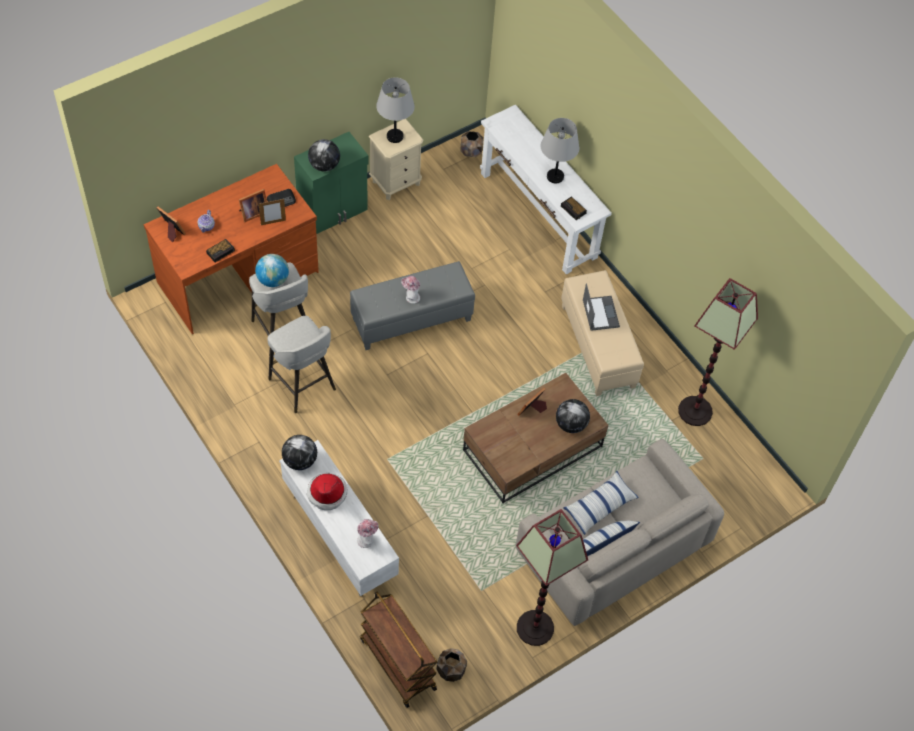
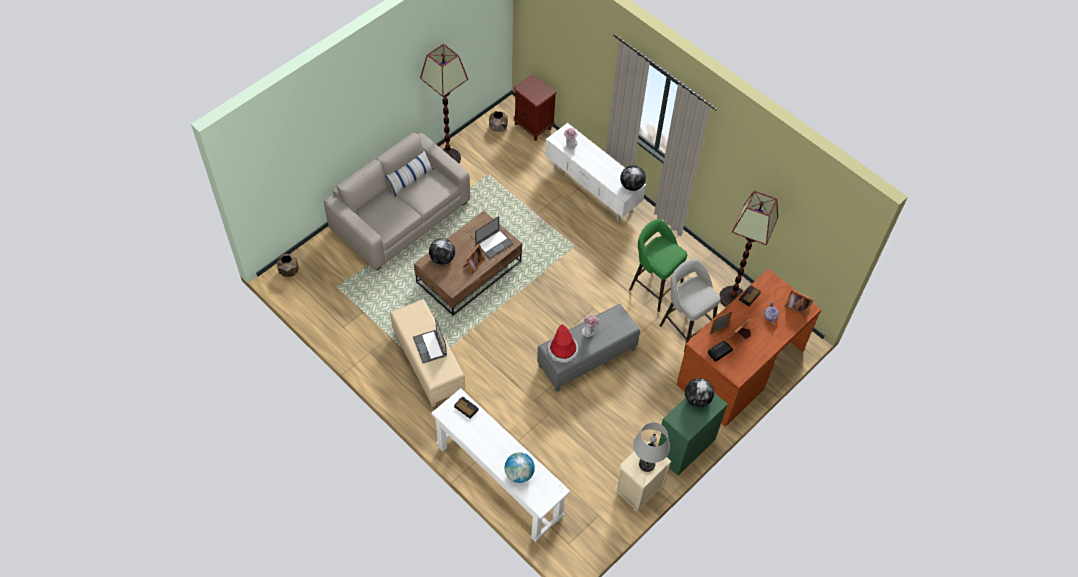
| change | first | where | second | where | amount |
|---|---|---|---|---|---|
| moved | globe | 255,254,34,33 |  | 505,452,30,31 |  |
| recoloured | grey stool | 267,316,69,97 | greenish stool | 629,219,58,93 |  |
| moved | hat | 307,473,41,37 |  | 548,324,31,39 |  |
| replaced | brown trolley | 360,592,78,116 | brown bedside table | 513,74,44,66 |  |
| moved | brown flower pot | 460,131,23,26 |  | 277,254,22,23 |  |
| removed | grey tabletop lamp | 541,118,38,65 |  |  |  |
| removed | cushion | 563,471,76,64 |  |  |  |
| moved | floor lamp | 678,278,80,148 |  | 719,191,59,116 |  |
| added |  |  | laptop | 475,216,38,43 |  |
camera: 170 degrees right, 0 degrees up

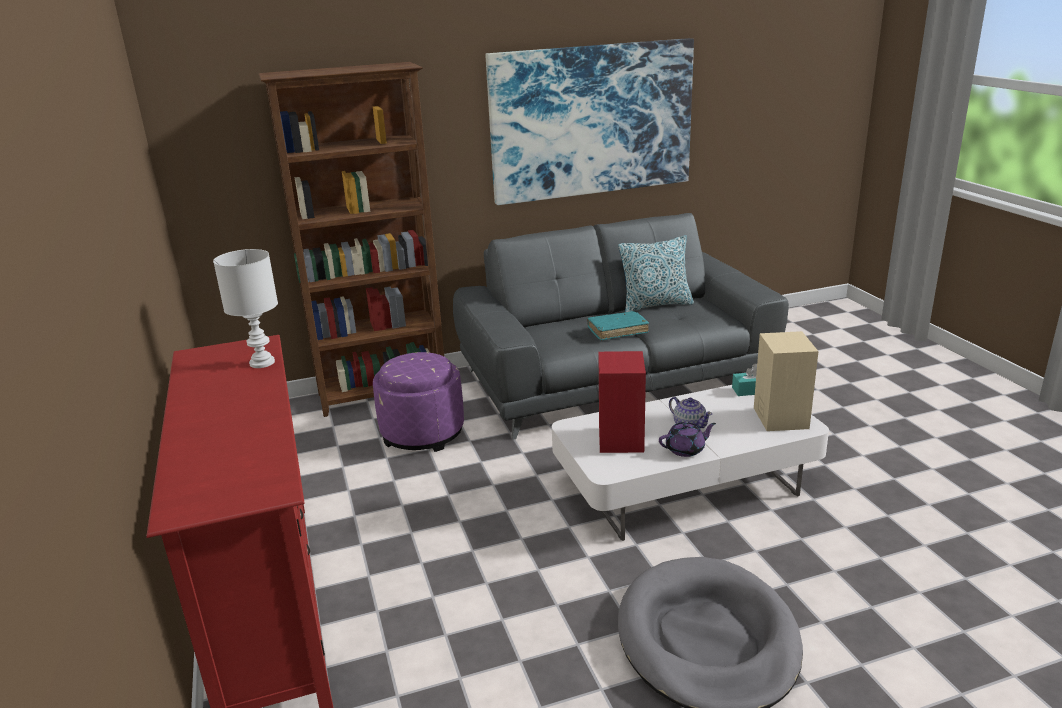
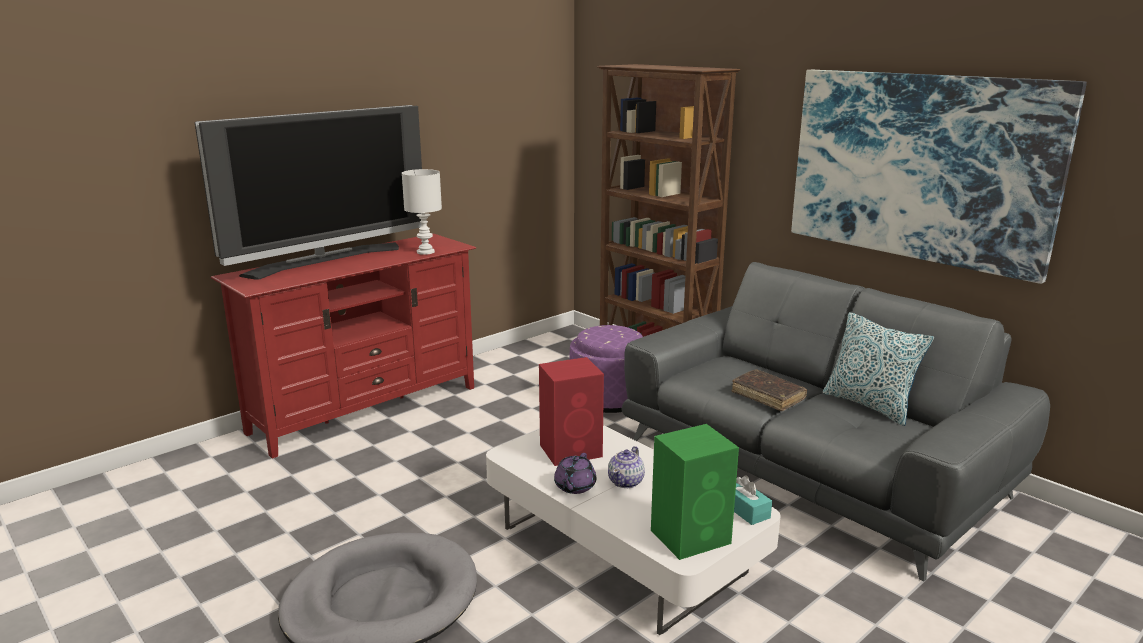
| change | first | where | second | where | amount |
|---|---|---|---|---|---|
| recoloured | turquoise-coloured volume | 587,311,62,30 | brown volume | 731,369,76,42 |  |
| turned | purple-coloured pot for tea | 659,422,57,35 |  | 554,453,42,41 | 60 degrees clockwise |
| recoloured | sand-coloured speaker | 754,331,65,100 | greenish speaker | 651,424,88,136 |  |
| added |  |  | TV set | 195,105,227,174 |  |
camera: 65 degrees right, 5 degrees down

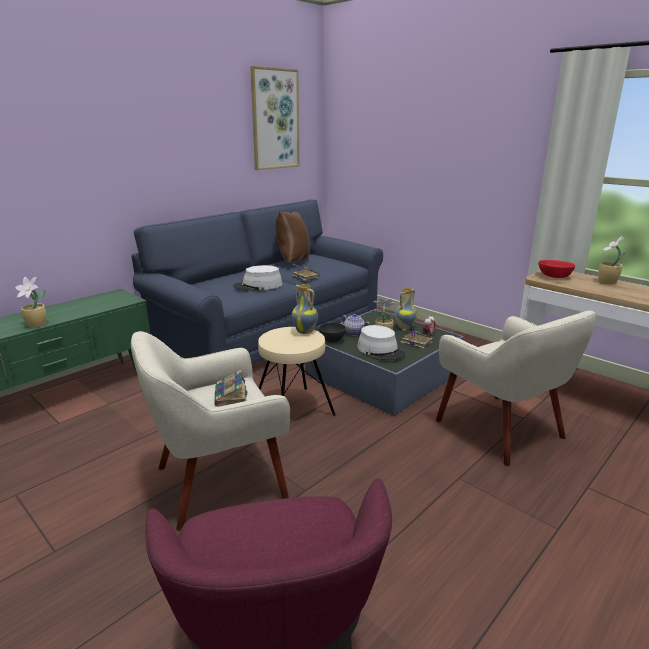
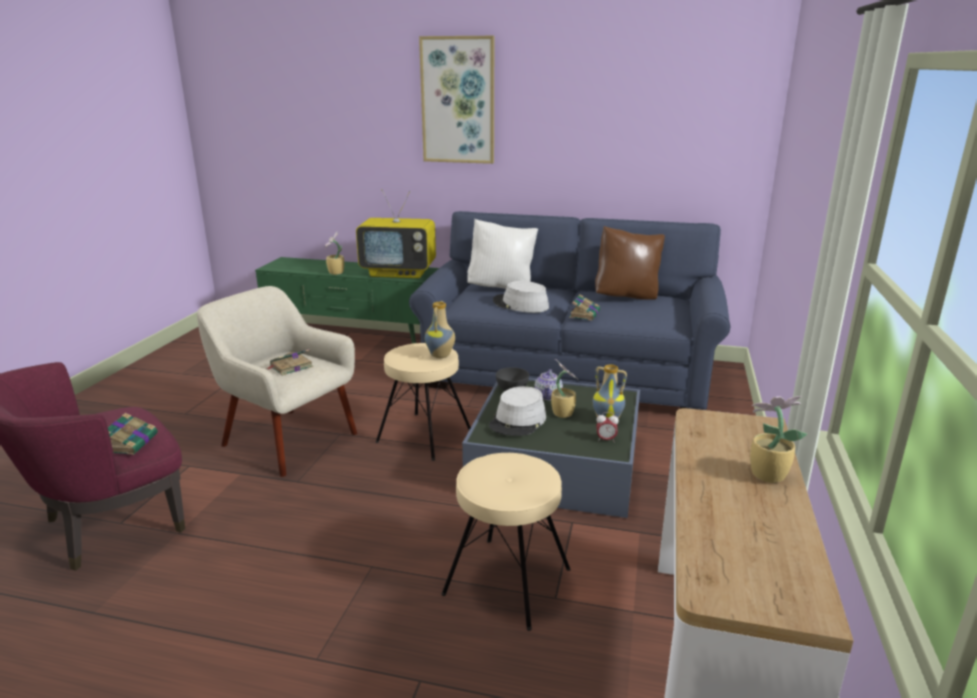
| change | first | where | second | where | amount |
|---|---|---|---|---|---|
| moved | wall picture | 250,66,49,104 |  | 419,36,75,128 |  |
| moved | volume | 400,329,33,20 |  | 108,413,50,42 |  |
| replaced | sand-coloured armchair | 436,311,160,155 | sand-coloured stool | 441,453,130,178 |  |
| removed | red deep dish | 538,260,37,18 |  |  |  |
| added |  |  | TV set | 356,189,80,89 |  |
| added |  |  | white cushion | 468,219,70,70 |  |
camera: 60 degrees right, 0 degrees up

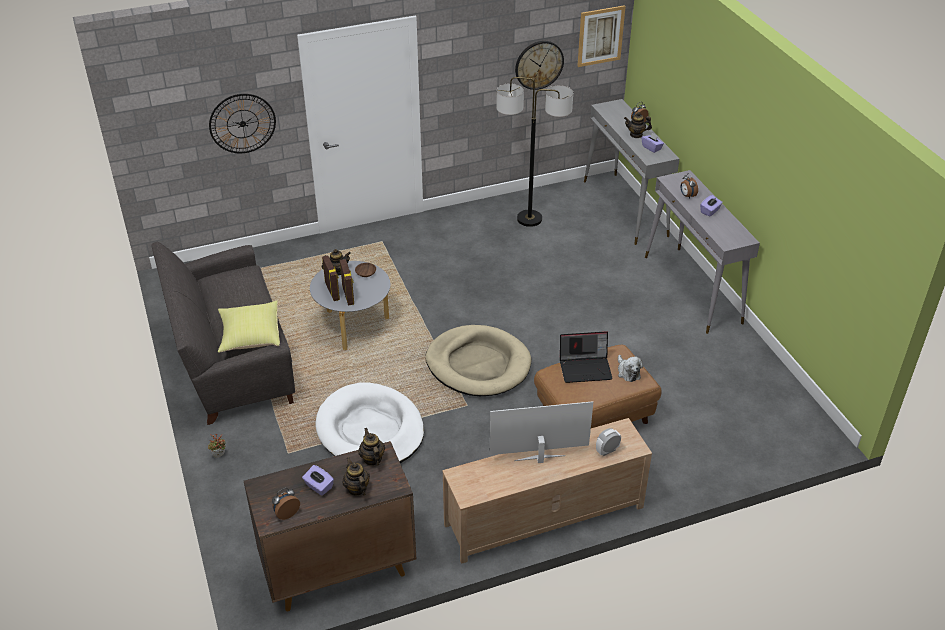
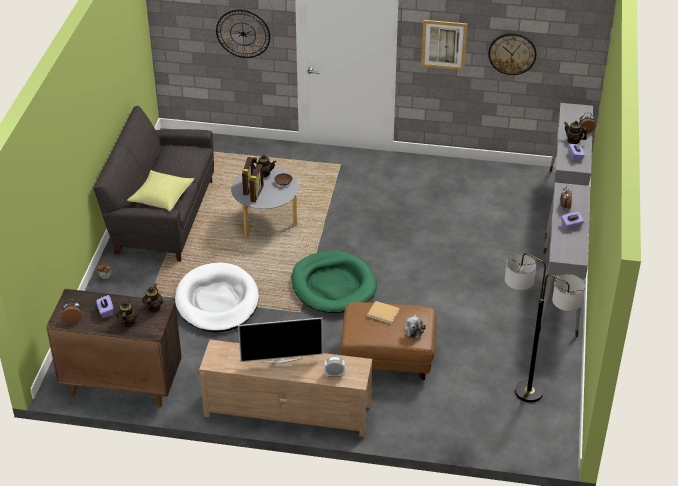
| change | first | where | second | where | amount |
|---|---|---|---|---|---|
| recoloured | sand-coloured pet bed | 426,325,105,71 | greenish pet bed | 292,251,85,62 |  |
| turned | TV set | 490,401,103,62 |  | 238,318,85,45 | 150 degrees clockwise |
| moved | floor lamp | 496,77,77,150 |  | 505,253,80,150 |  |
| replaced | laptop | 560,331,53,52 | sand-coloured volume | 367,301,33,23 |  |
| moved | wall picture | 577,5,49,62 |  | 421,20,46,50 |  |
camera: 30 degrees right, 0 degrees up

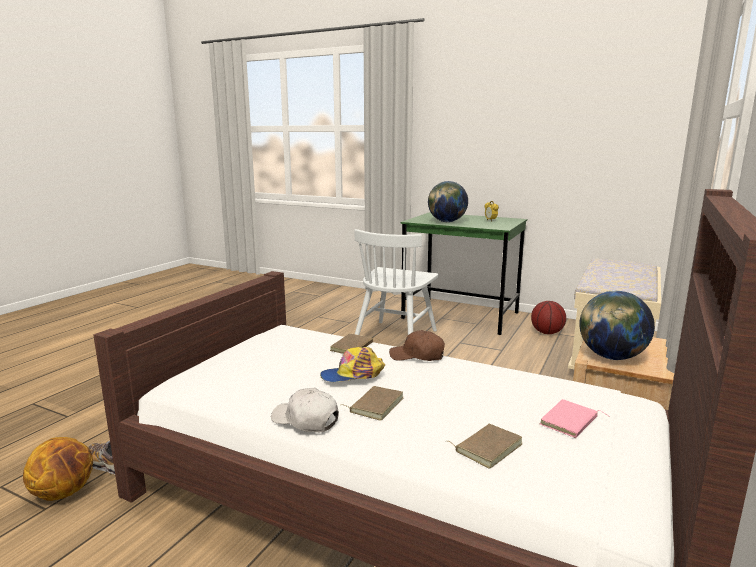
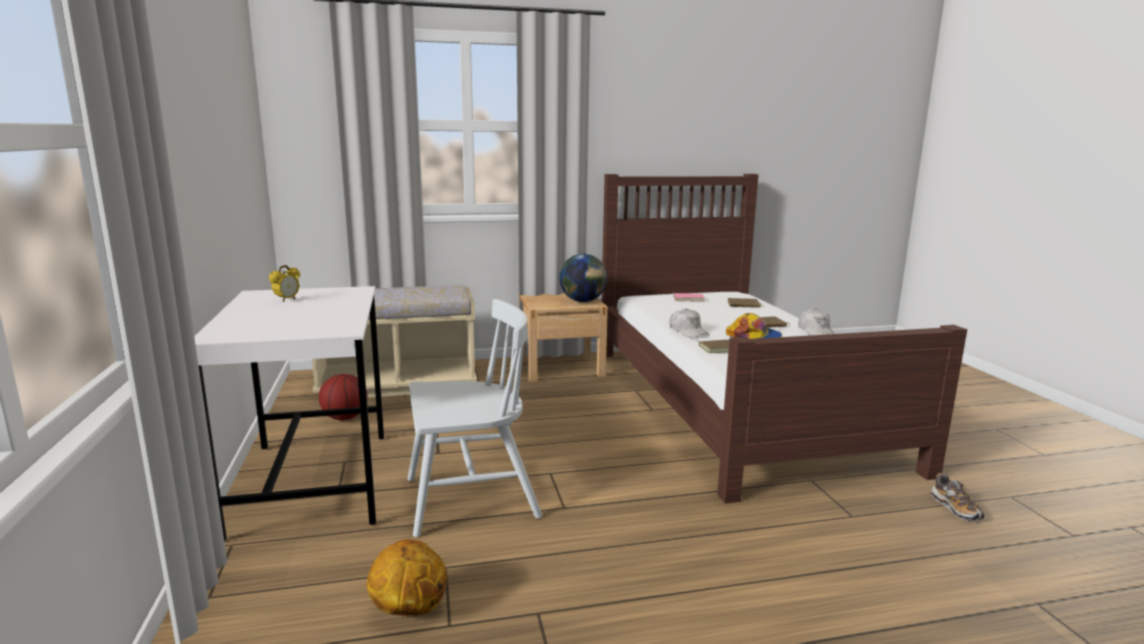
| change | first | where | second | where | amount |
|---|---|---|---|---|---|
| moved | basketball | 23,437,70,64 |  | 367,539,80,76 |  |
| recoloured | brown peaked cap | 389,330,56,31 | white peaked cap | 669,308,41,30 |  |
| recoloured | greenish desk | 401,212,126,123 | white desk | 194,286,190,255 |  |
| removed | globe | 428,181,40,41 |  |  |  |
camera: 130 degrees left, 0 degrees up

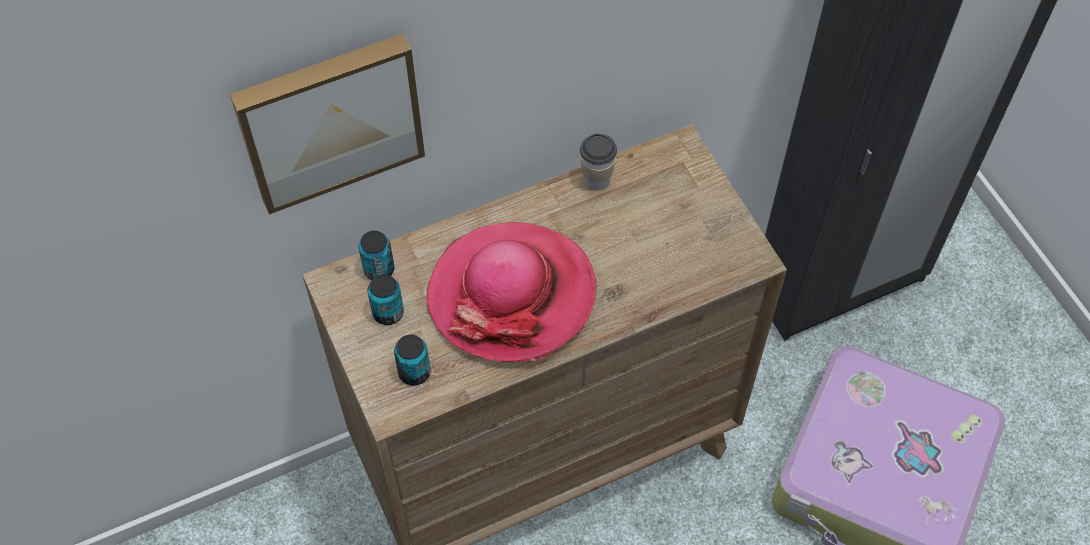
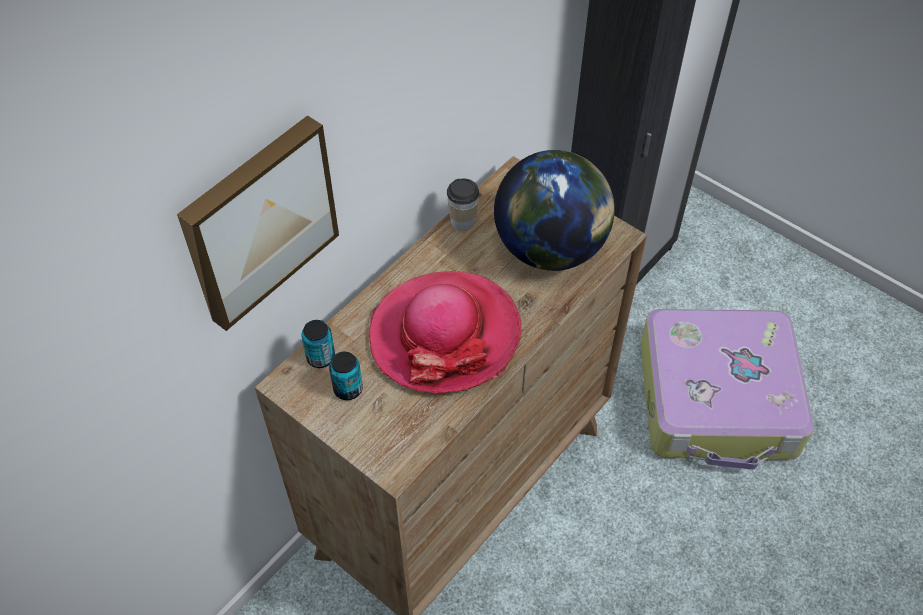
| change | first | where | second | where | amount |
|---|---|---|---|---|---|
| removed | sealed can | 394,335,37,50 |  |  |  |
| added |  |  | globe | 494,150,121,121 |  |
camera: 25 degrees left, 5 degrees down

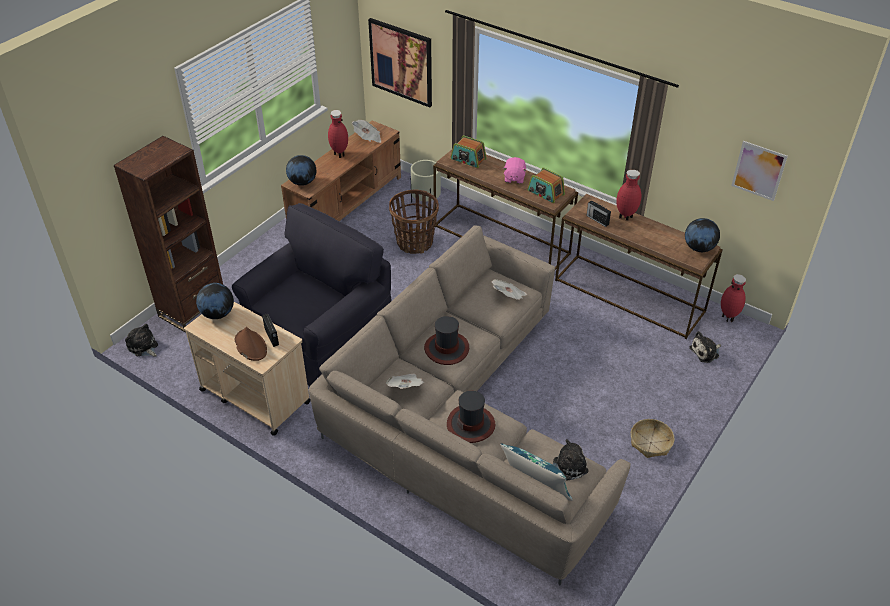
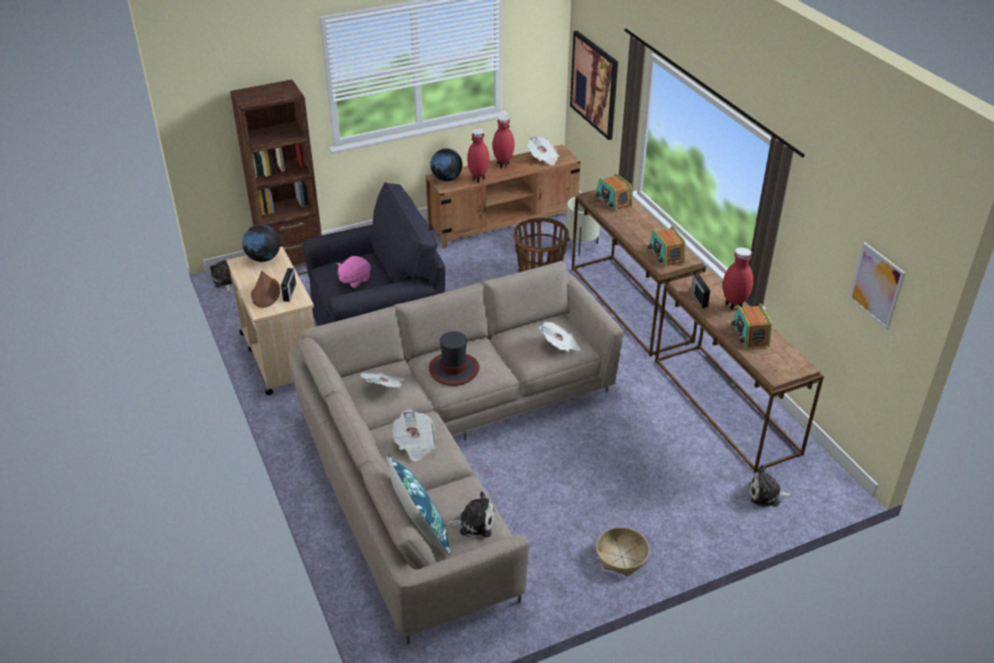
| change | first | where | second | where | amount |
|---|---|---|---|---|---|
| replaced | hat | 447,391,48,52 | daily paper | 393,410,44,51 |  |
| moved | pink-coloured soft toy | 503,157,23,27 |  | 337,256,34,32 |  |
| removed | globe | 685,218,35,34 |  |  |  |
| moved | red flower vase | 721,274,25,48 |  | 467,128,23,55 |  |
| added |  |  | radio set | 731,304,41,45 |  |
camera: 30 degrees right, 5 degrees down

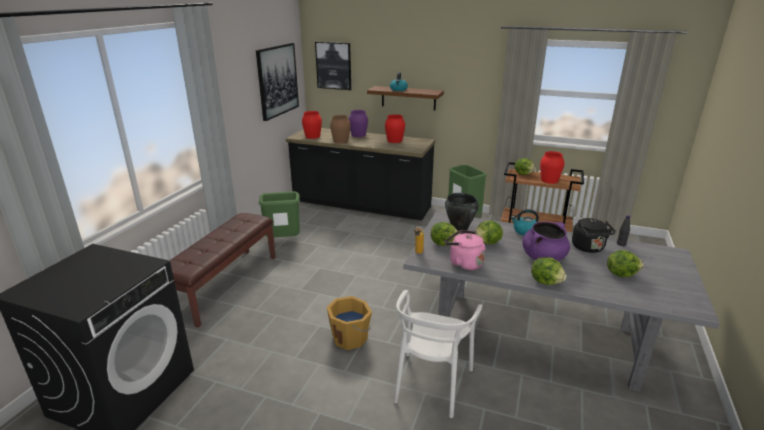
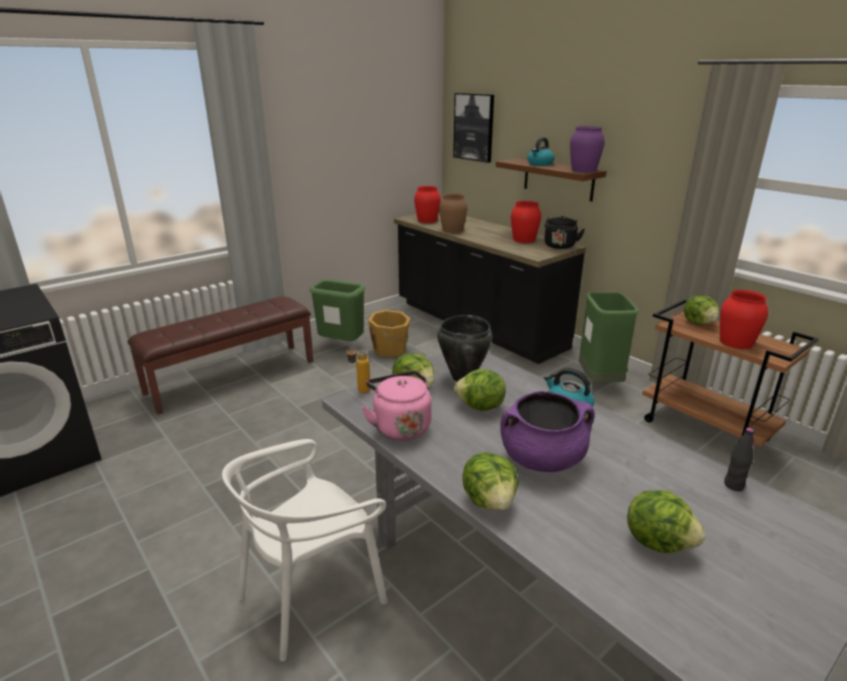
| change | first | where | second | where | amount |
|---|---|---|---|---|---|
| removed | wall picture | 256,43,43,78 |  |  |  |
| moved | orange-coloured bucket | 327,296,45,54 |  | 368,310,42,47 |  |
| moved | purple-coloured flower vase | 349,110,19,27 |  | 570,126,35,46 |  |
| moved | black-coloured tea kettle | 572,218,44,35 |  | 544,216,41,33 |  |
camera: 30 degrees right, 0 degrees up

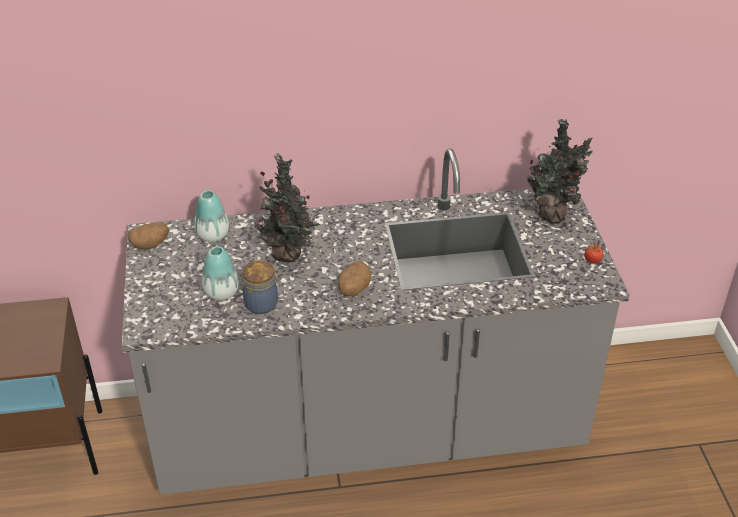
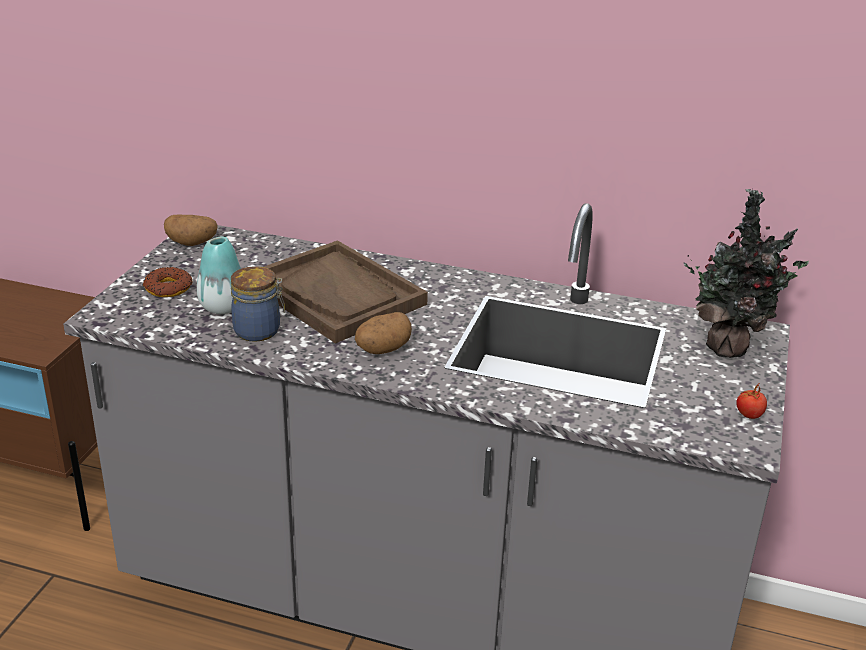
| change | first | where | second | where | amount |
|---|---|---|---|---|---|
| removed | flower vase | 194,190,35,52 |  |  |  |
| replaced | houseplant | 255,153,65,110 | brown carrying tray | 264,240,164,104 |  |
| added |  |  | doughnut | 143,267,49,30 |  |
camera: 25 degrees right, 10 degrees down

